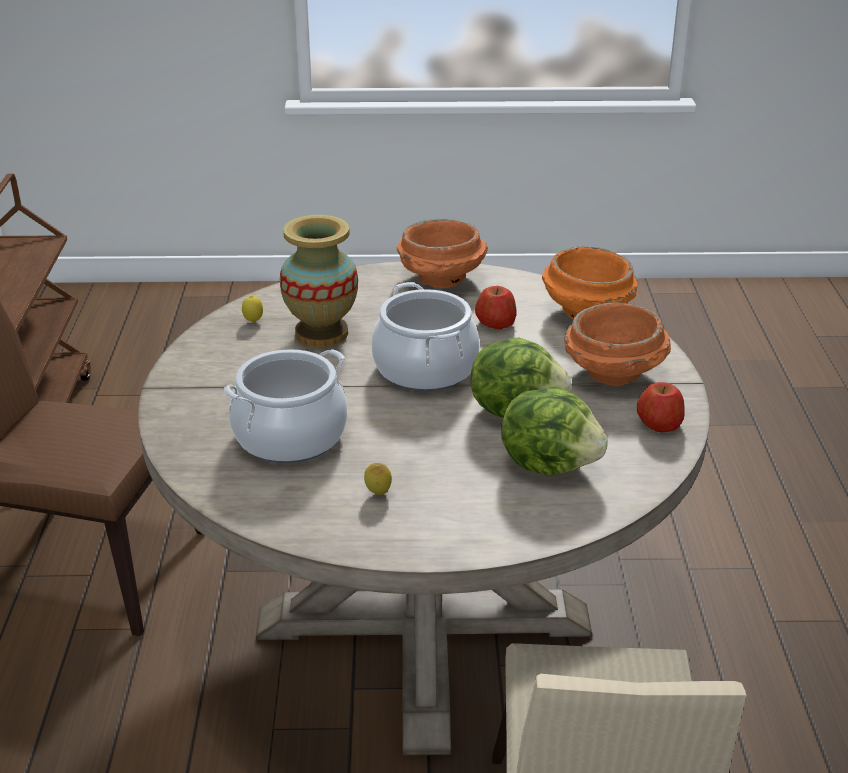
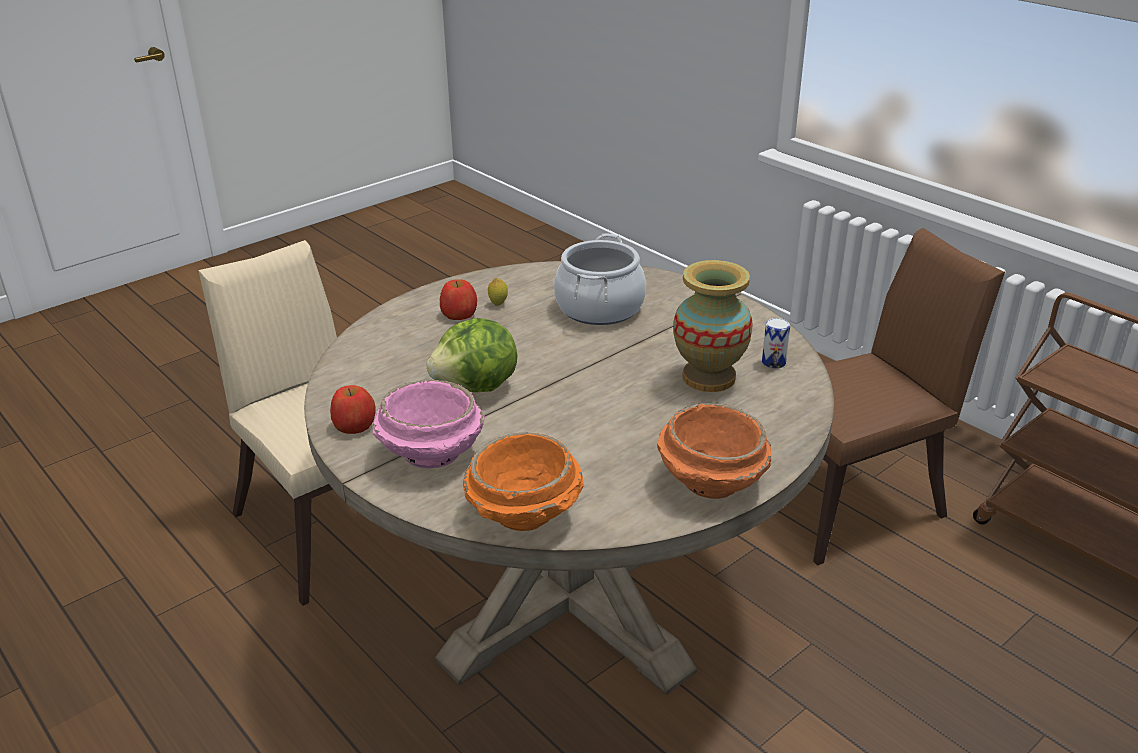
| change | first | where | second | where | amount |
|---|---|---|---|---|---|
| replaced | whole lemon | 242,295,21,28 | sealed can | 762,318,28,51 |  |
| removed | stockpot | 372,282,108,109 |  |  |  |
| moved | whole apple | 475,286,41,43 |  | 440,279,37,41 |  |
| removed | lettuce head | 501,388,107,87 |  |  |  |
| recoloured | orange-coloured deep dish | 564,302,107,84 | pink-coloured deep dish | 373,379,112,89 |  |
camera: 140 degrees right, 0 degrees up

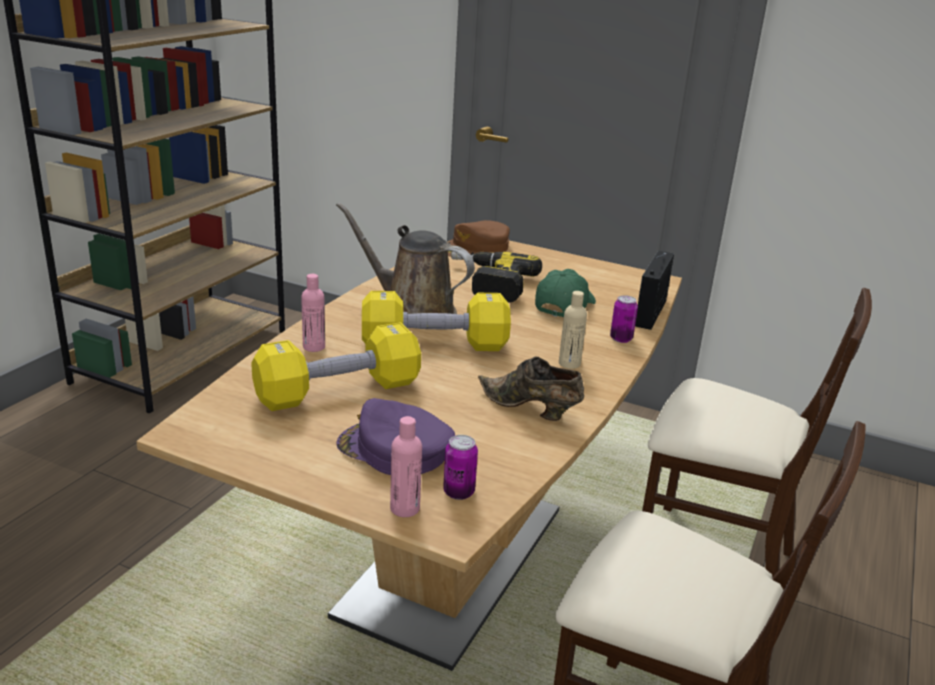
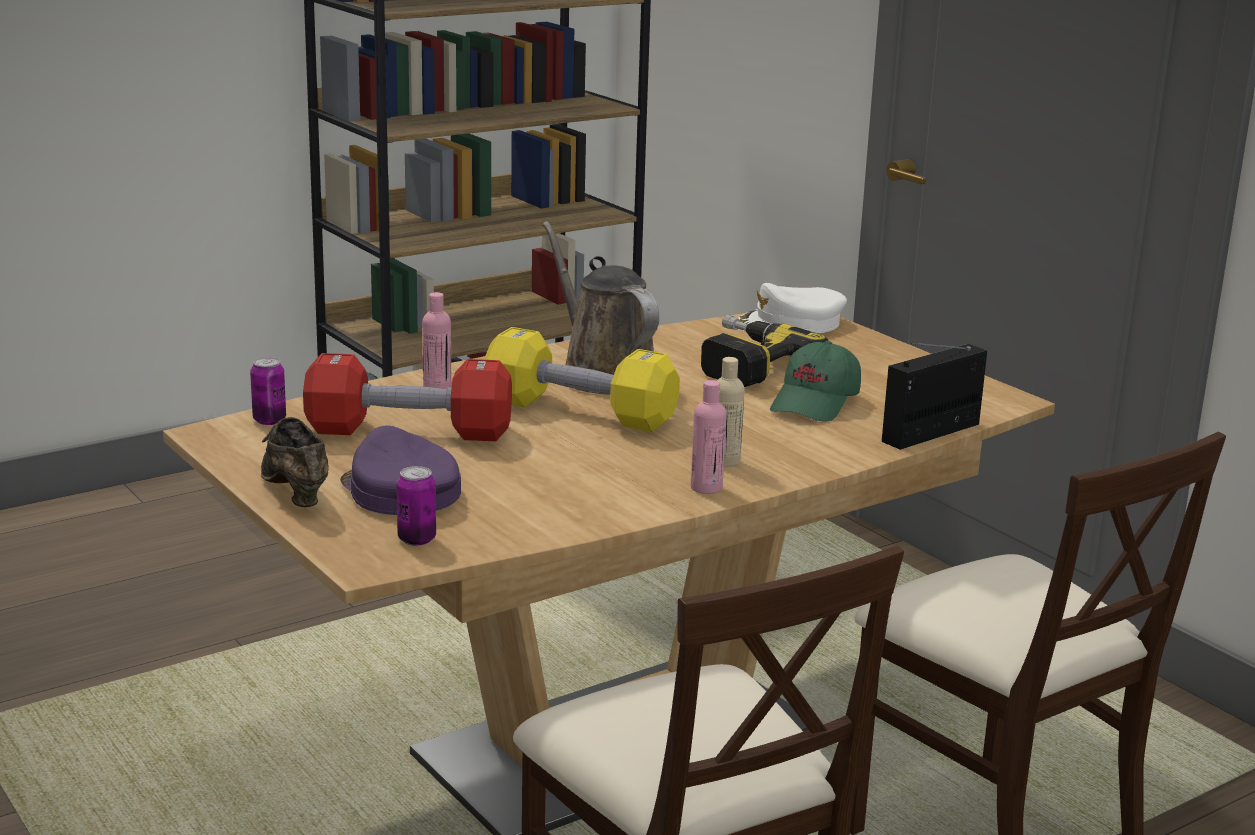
| change | first | where | second | where | amount |
|---|---|---|---|---|---|
| recoloured | yellow-coloured free weight | 251,322,170,89 | red free weight | 303,353,209,88 |  |
| moved | pink-coloured beverage bottle | 390,416,32,101 |  | 691,380,36,114 |  |
| recoloured | brown peaked cap | 448,220,62,40 | white peaked cap | 738,283,109,50 |  |
| moved | brown low shoe | 478,356,106,65 |  | 261,417,68,90 |  |
| turned | greenish peaked cap | 535,269,61,48 |  | 770,341,91,81 | 150 degrees clockwise |
| moved | sealed can | 610,295,28,48 |  | 250,357,36,68 |  |
camera: 30 degrees right, 5 degrees down

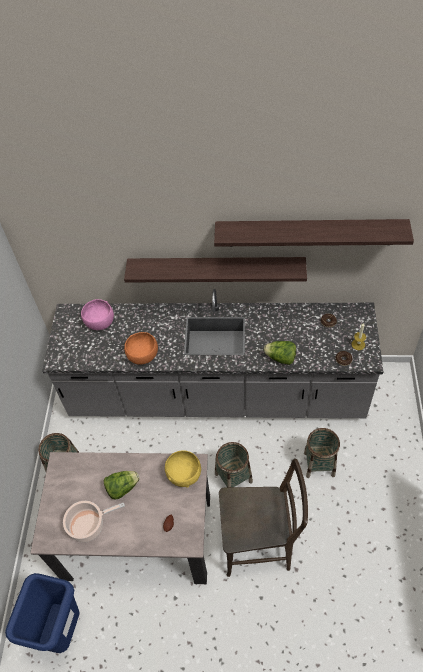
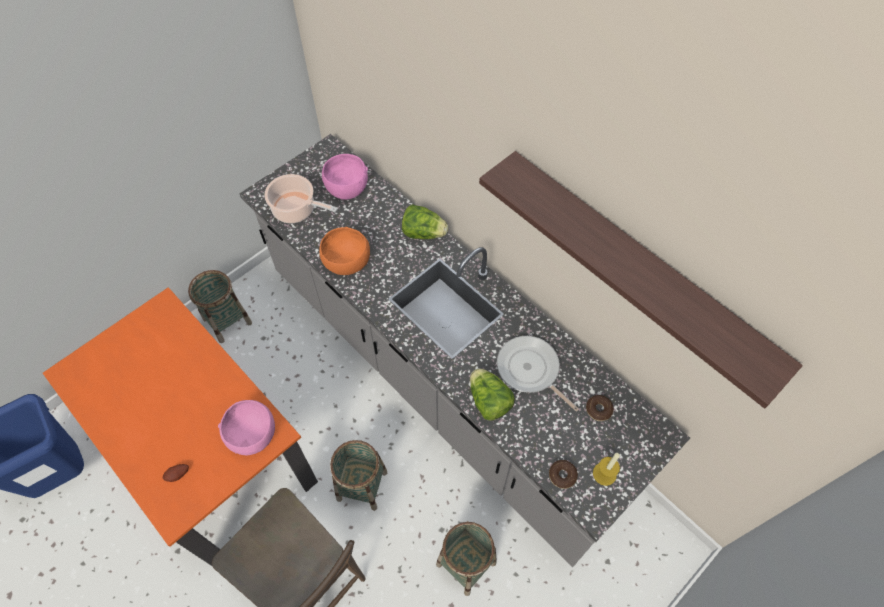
| change | first | where | second | where | amount |
|---|---|---|---|---|---|
| recoloured | sand-coloured dining table | 30,452,180,132 | orange-coloured dining table | 43,287,275,279 |  |
| moved | stockpot | 63,501,62,41 |  | 264,174,74,49 |  |
| moved | lettuce head | 104,471,36,29 |  | 402,204,46,35 |  |
| removed | shelf | 124,257,183,25 |  |  |  |
| recoloured | yellow-coloured deep dish | 165,450,36,38 | pink-coloured deep dish | 218,400,57,55 |  |
| added |  |  | skillet | 497,336,82,76 |  |
camera: 40 degrees right, 5 degrees up

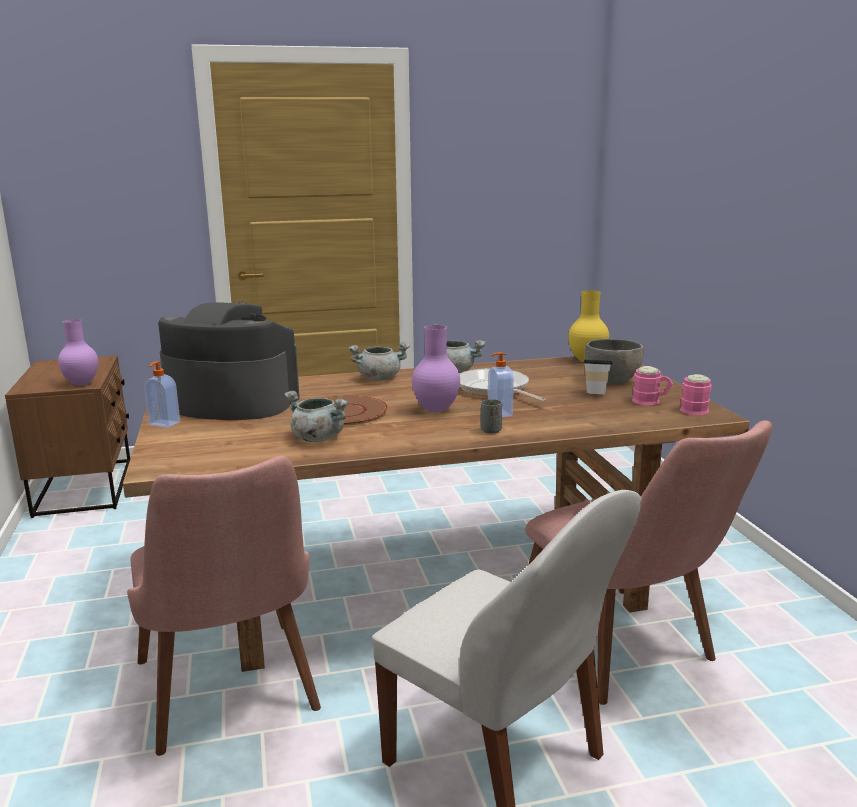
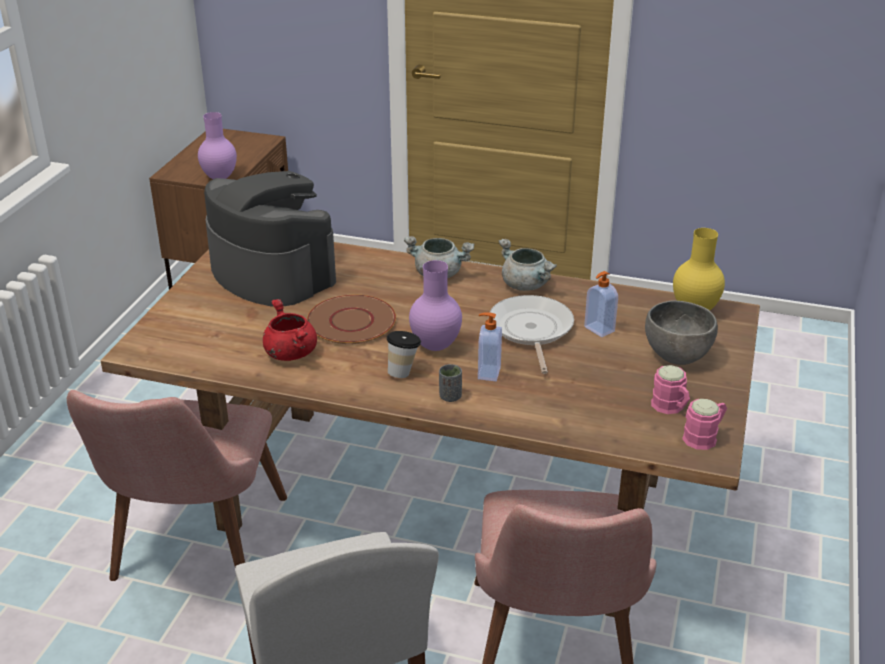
| change | first | where | second | where | amount |
|---|---|---|---|---|---|
| moved | liquid soap bottle | 144,361,36,67 |  | 584,271,34,66 |  |
| recoloured | grey stockpot | 284,391,65,51 | red stockpot | 263,299,54,62 |  |
| moved | drinking cup | 583,360,29,34 |  | 387,331,34,47 |  |
camera: 30 degrees right, 15 degrees up

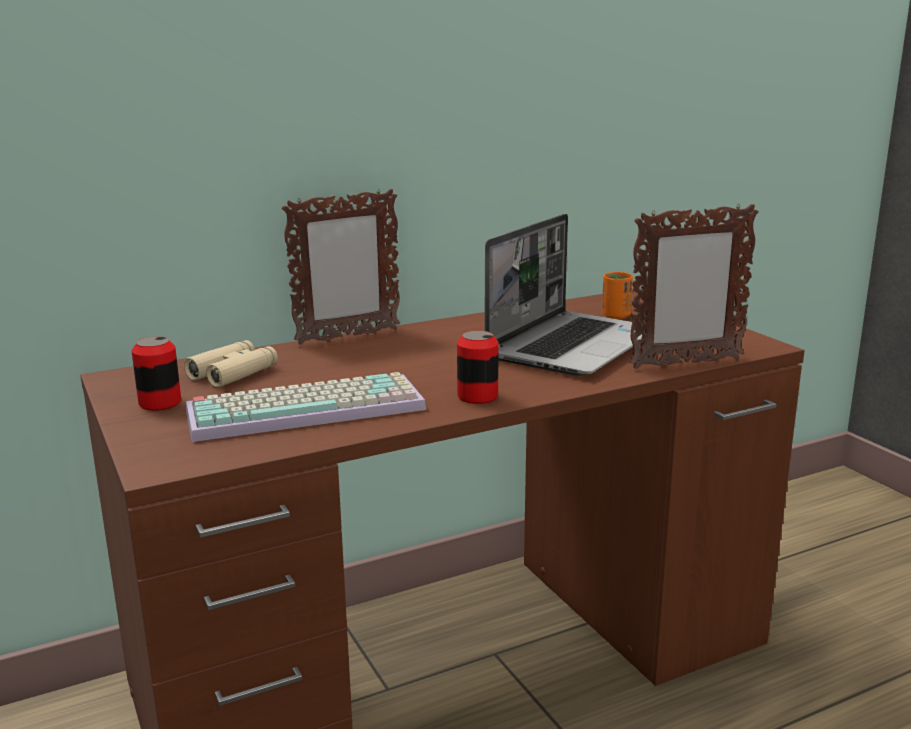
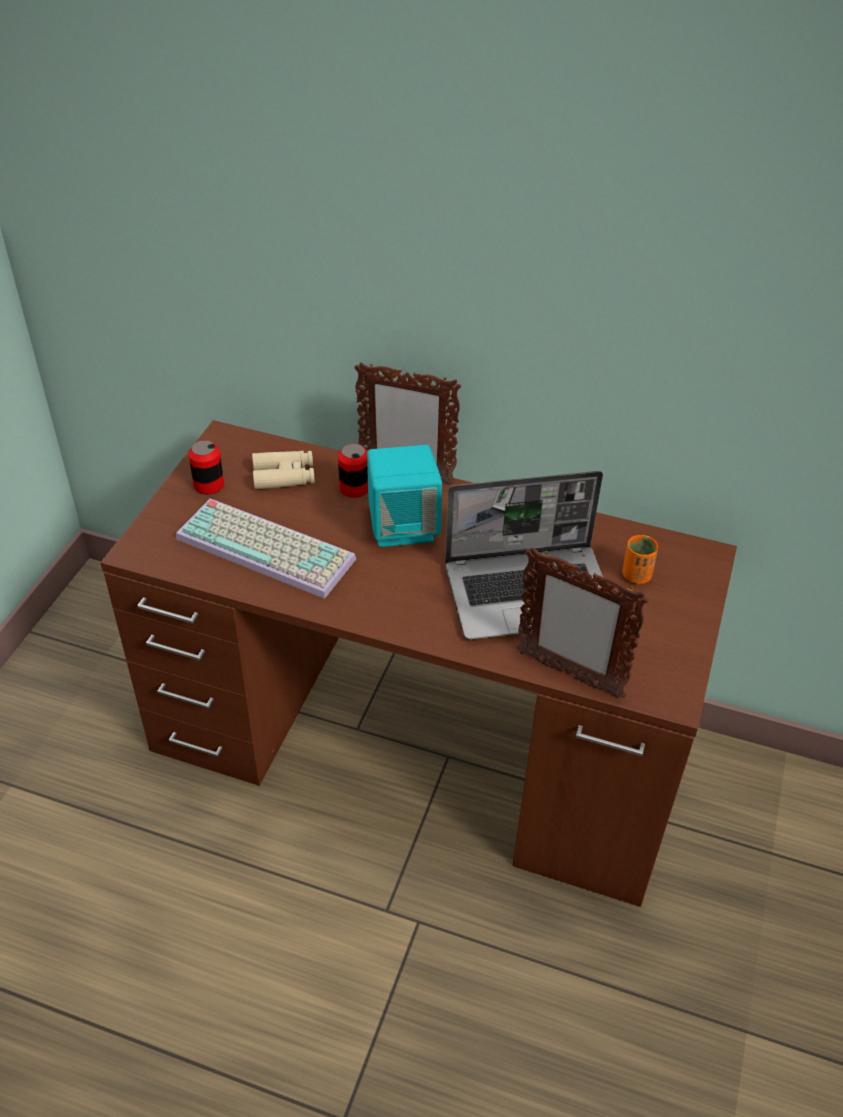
| change | first | where | second | where | amount |
|---|---|---|---|---|---|
| moved | sealed can | 457,331,42,73 |  | 338,444,30,54 |  |
| added |  |  | turquoise-coloured speaker | 367,445,75,102 |  |
camera: 45 degrees right, 25 degrees up

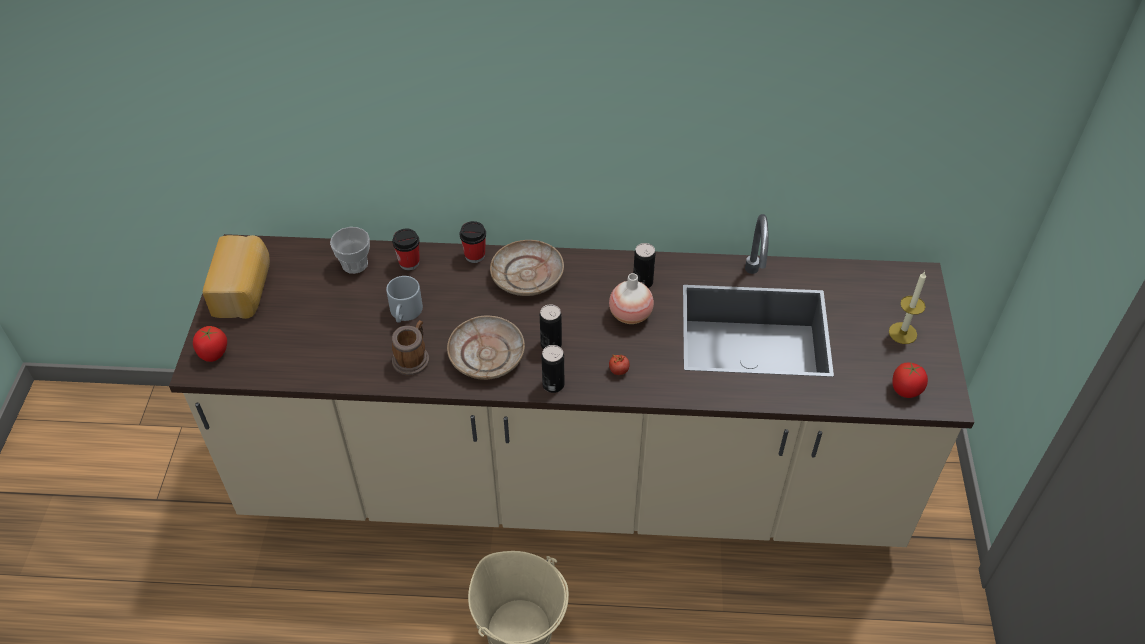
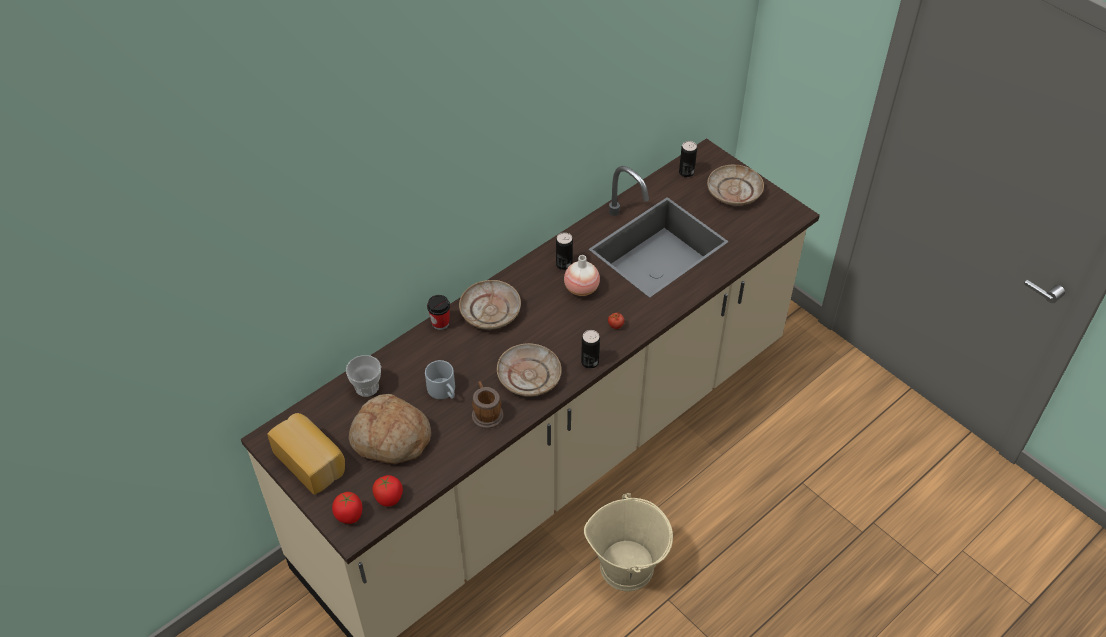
| change | first | where | second | where | amount |
|---|---|---|---|---|---|
| removed | drinking cup | 392,229,28,41 |  |  |  |
| moved | sealed can | 540,304,22,45 |  | 679,141,18,36 |  |
| replaced | wax light | 889,272,37,72 | sand-coloured plate | 707,165,57,41 |  |
| moved | tomato | 893,361,35,37 |  | 372,475,31,31 |  |
| added |  |  | baked bread | 349,394,82,70 |  |
camera: 45 degrees left, 0 degrees up

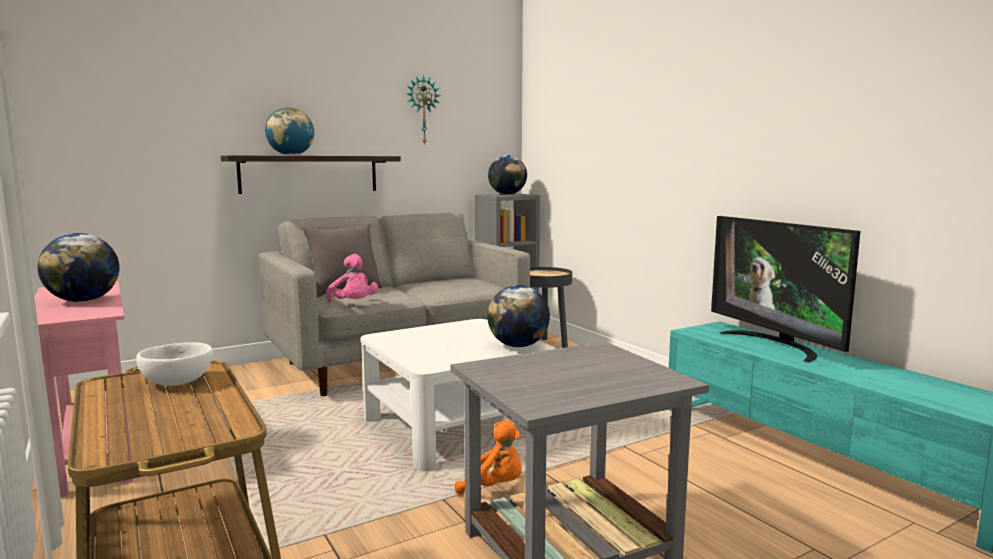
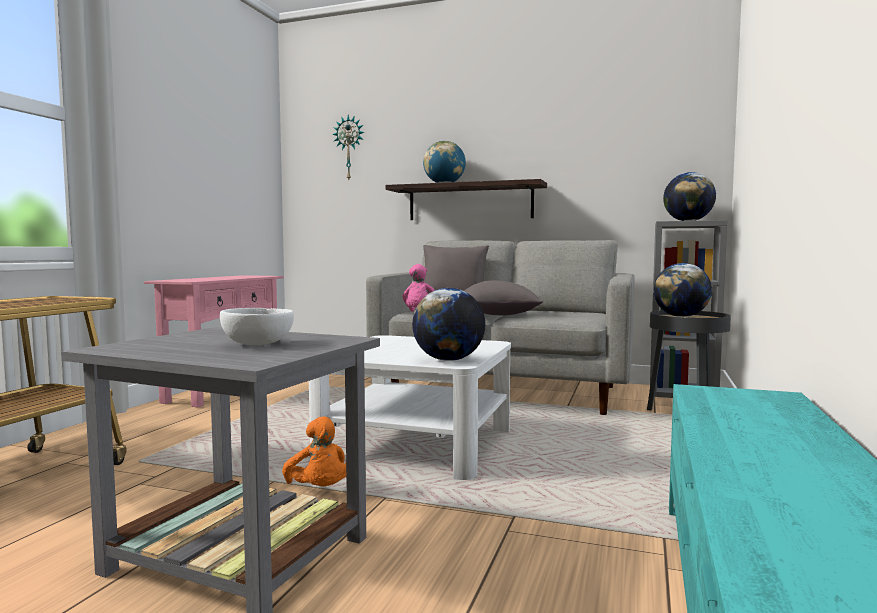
| change | first | where | second | where | amount |
|---|---|---|---|---|---|
| moved | globe | 37,233,83,69 |  | 654,263,58,54 |  |
| moved | white deep dish | 136,342,77,44 |  | 220,308,74,37 |  |
| moved | wall clock | 407,75,33,71 |  | 332,115,32,65 |  |
| removed | TV set | 711,216,150,147 |  |  |  |
| added |  |  | grey cushion | 464,280,79,35 |  |
camera: 50 degrees right, 5 degrees down

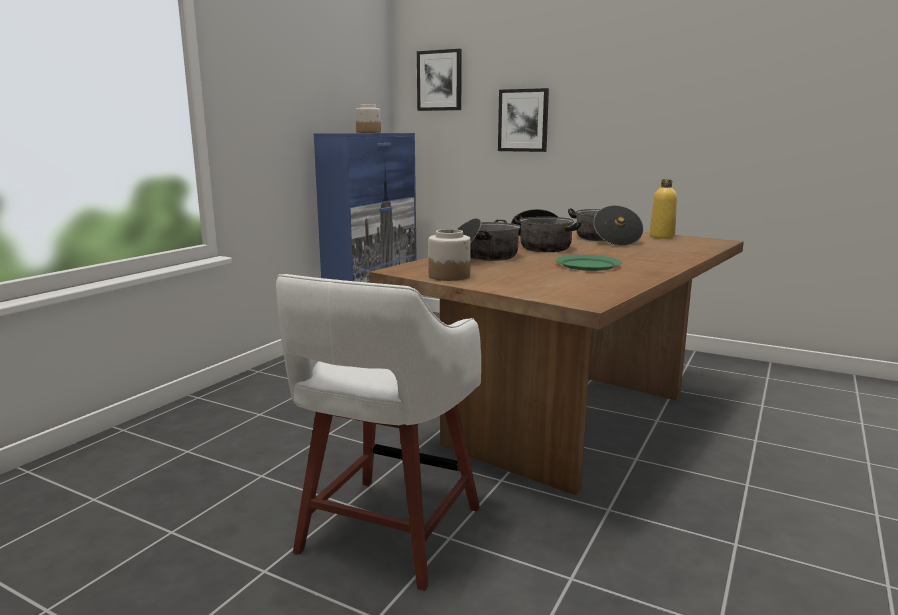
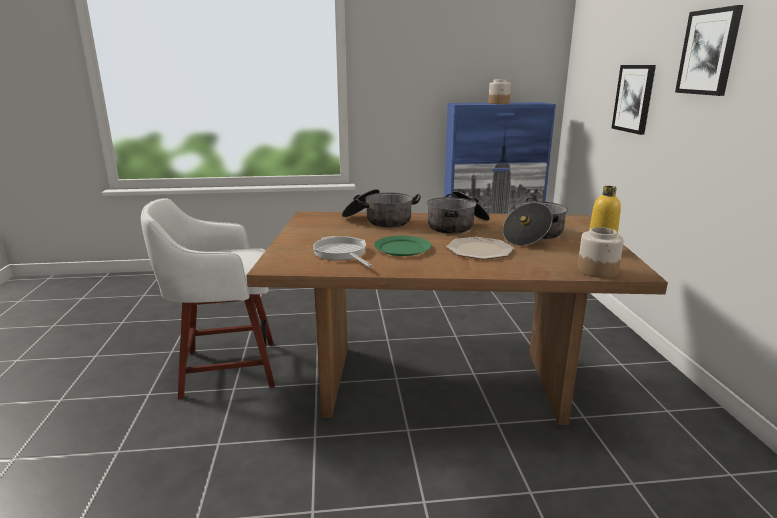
| change | first | where | second | where | amount |
|---|---|---|---|---|---|
| moved | wall picture | 417,49,45,62 |  | 675,5,68,91 |  |
| moved | storage jar | 428,229,43,52 |  | 577,227,47,51 |  |
| added |  |  | skillet | 313,236,59,32 |  |
| added |  |  | plate | 446,237,68,22 |  |
camera: 55 degrees right, 5 degrees up

